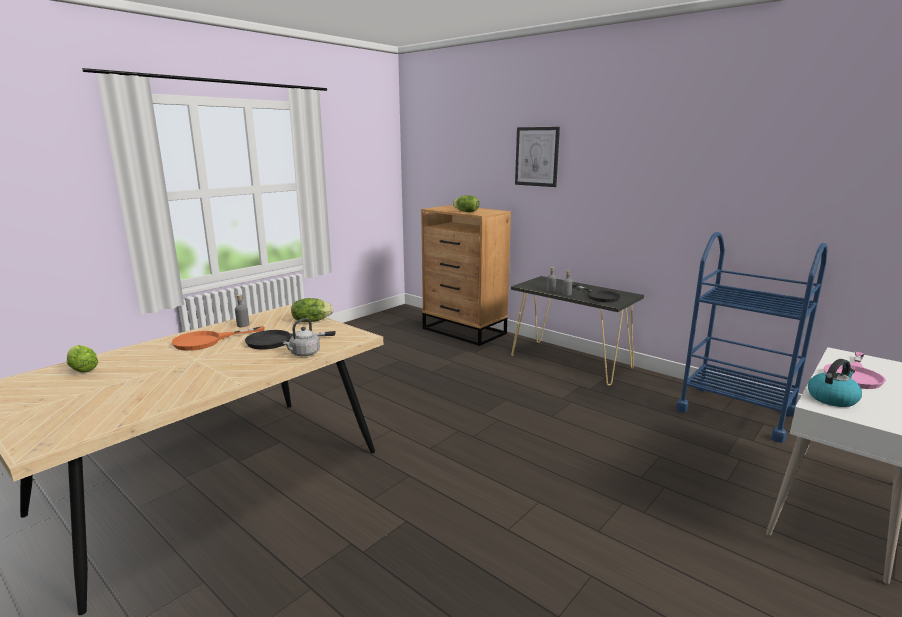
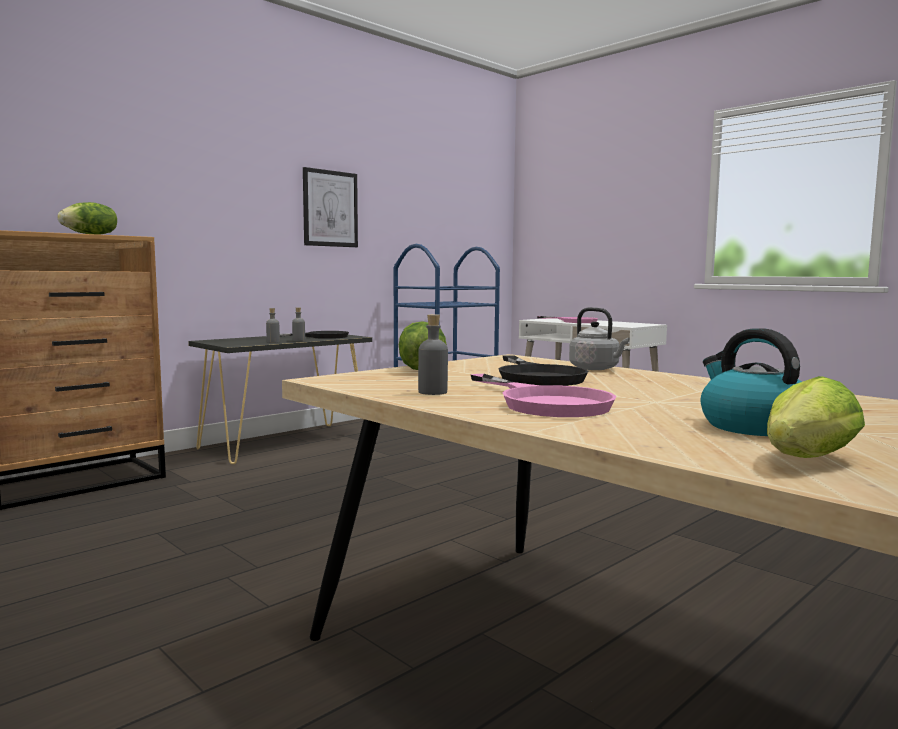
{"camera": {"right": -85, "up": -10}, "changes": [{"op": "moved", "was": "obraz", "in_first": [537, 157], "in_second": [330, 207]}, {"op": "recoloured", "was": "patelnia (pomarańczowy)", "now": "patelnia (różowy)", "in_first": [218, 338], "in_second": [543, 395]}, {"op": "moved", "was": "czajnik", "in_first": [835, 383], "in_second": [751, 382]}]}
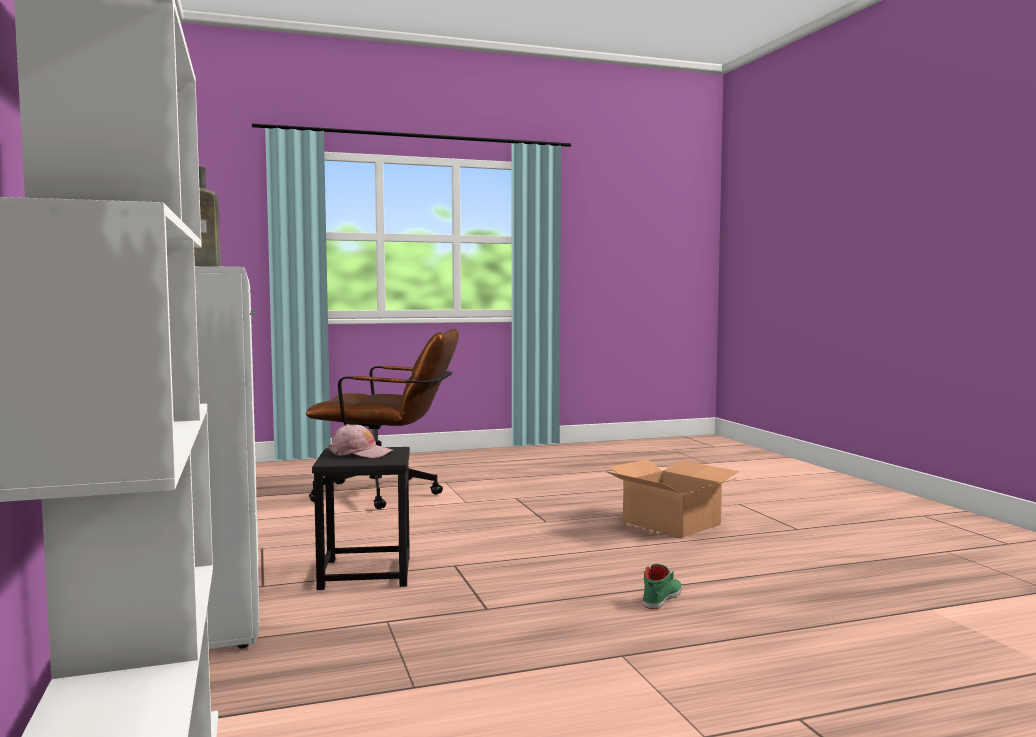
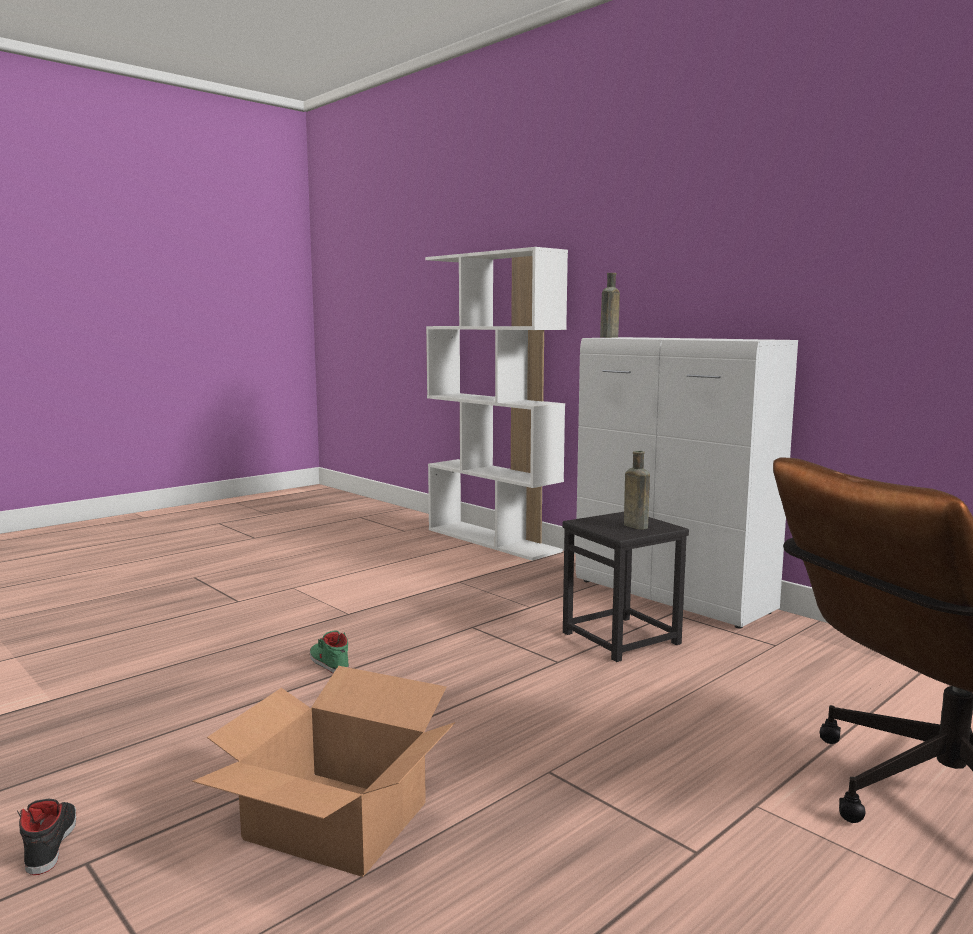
{"camera": {"right": 155, "up": 5}, "changes": [{"op": "added", "now": "but (czarny)", "in_second": [46, 837]}, {"op": "turned", "was": "but (zielony)", "in_first": [662, 586], "in_second": [329, 651], "clockwise": 135}, {"op": "replaced", "was": "czapka z daszkiem (różowy)", "now": "butelka (brązowy)", "in_first": [361, 441], "in_second": [637, 490]}]}
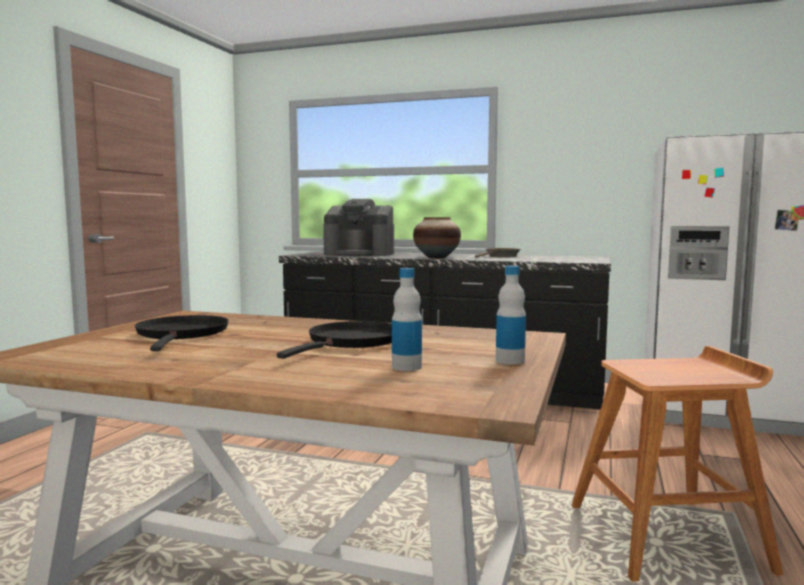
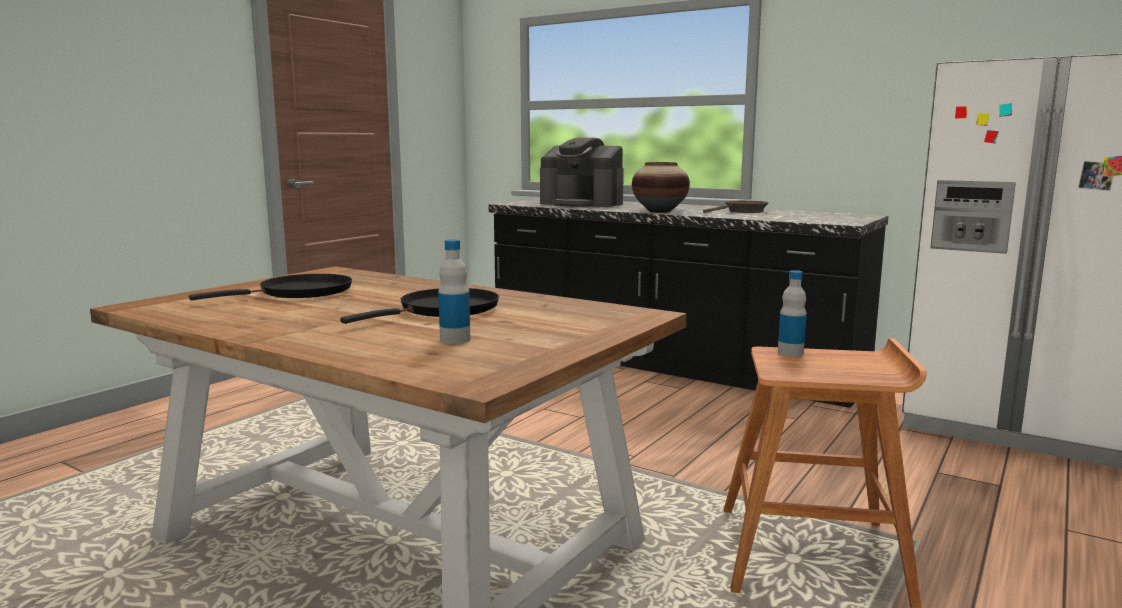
{"camera": {"right": 15, "up": 5}, "changes": [{"op": "turned", "was": "patelnia (czarny)", "in_first": [182, 333], "in_second": [270, 287], "clockwise": 45}, {"op": "moved", "was": "butelka", "in_first": [511, 315], "in_second": [792, 313]}]}
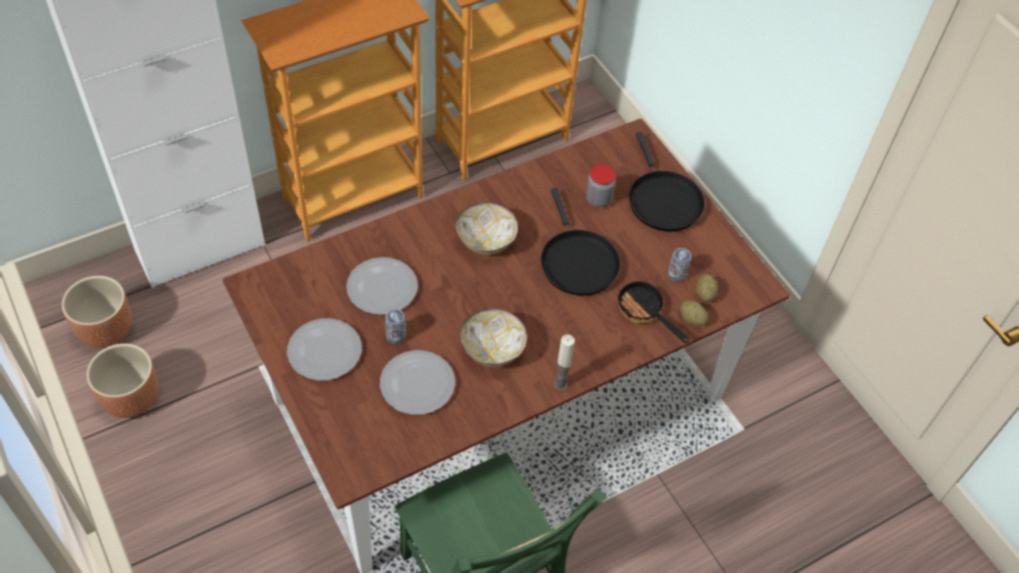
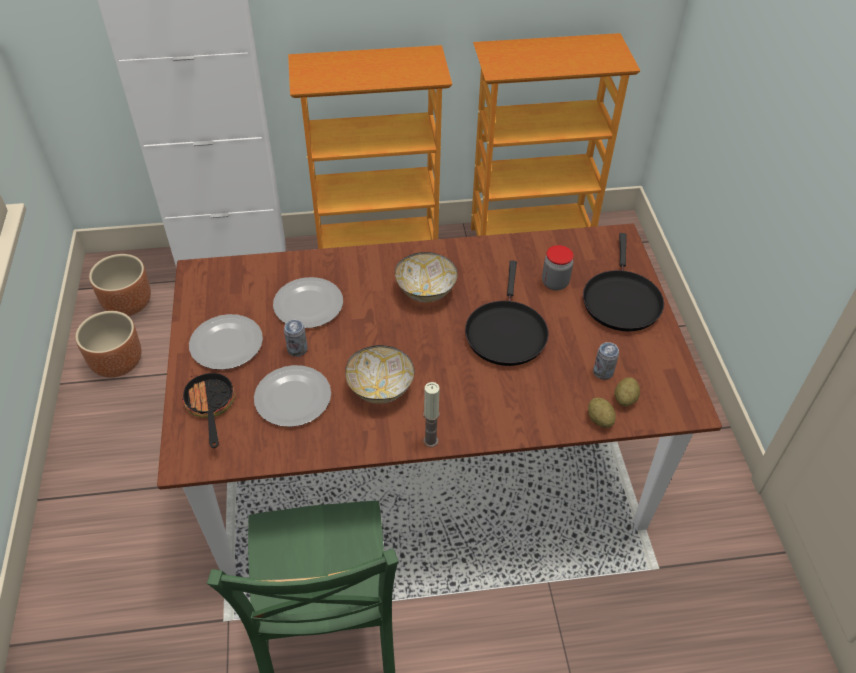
{"camera": {"right": 25, "up": -5}, "changes": [{"op": "moved", "was": "patelnia", "in_first": [653, 311], "in_second": [208, 410]}]}
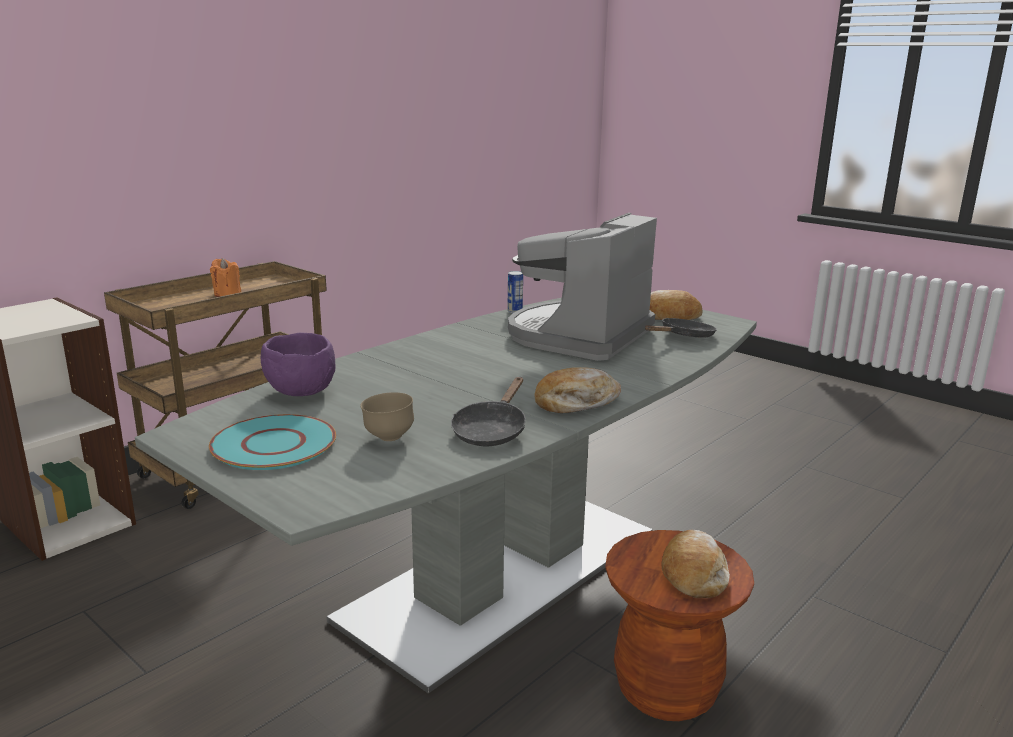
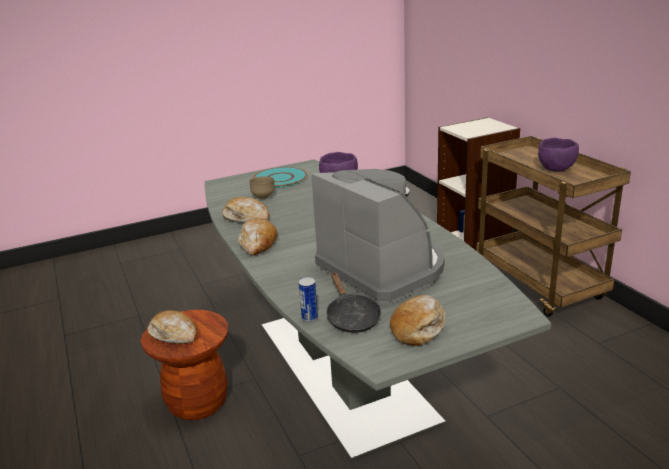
{"camera": {"right": 115, "up": 5}, "changes": [{"op": "replaced", "was": "patelnia (czarny)", "now": "chleb", "in_first": [488, 411], "in_second": [246, 210]}, {"op": "moved", "was": "puszka", "in_first": [515, 292], "in_second": [308, 300]}, {"op": "replaced", "was": "świeca (pomarańczowy)", "now": "miska (fioletowy)", "in_first": [225, 277], "in_second": [558, 154]}]}
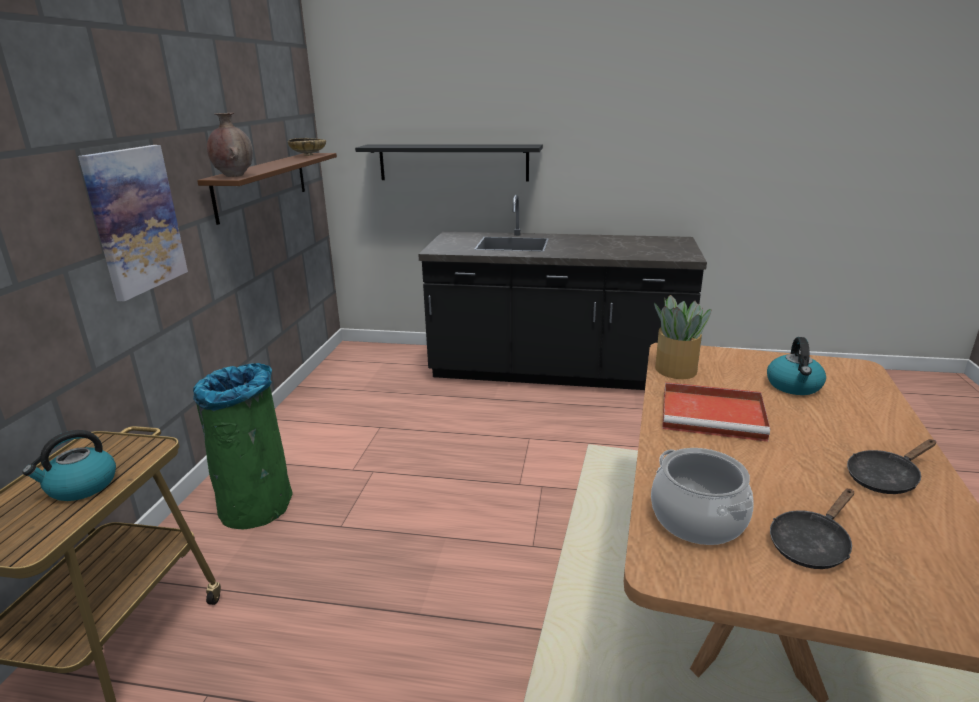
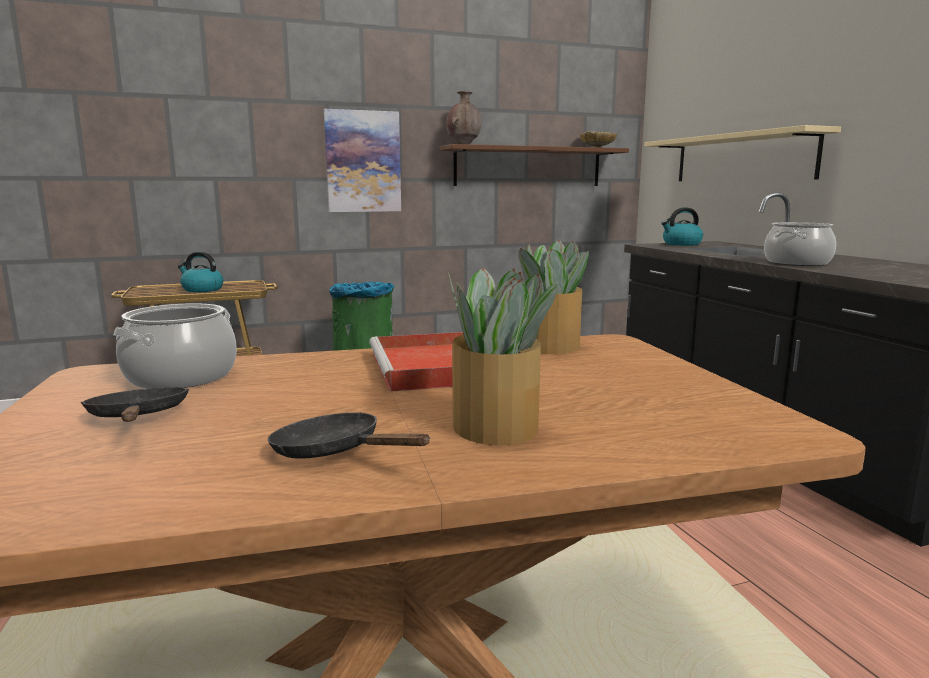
{"camera": {"right": 60, "up": -10}, "changes": [{"op": "turned", "was": "patelnia (czarny)", "in_first": [812, 529], "in_second": [135, 404], "clockwise": 45}, {"op": "added", "now": "roślina doniczkowa", "in_second": [503, 356]}, {"op": "recoloured", "was": "półka (czarny)", "now": "półka (beżowy)", "in_first": [449, 162], "in_second": [742, 153]}, {"op": "moved", "was": "czajnik", "in_first": [796, 366], "in_second": [682, 226]}, {"op": "added", "now": "garnek", "in_second": [800, 244]}]}
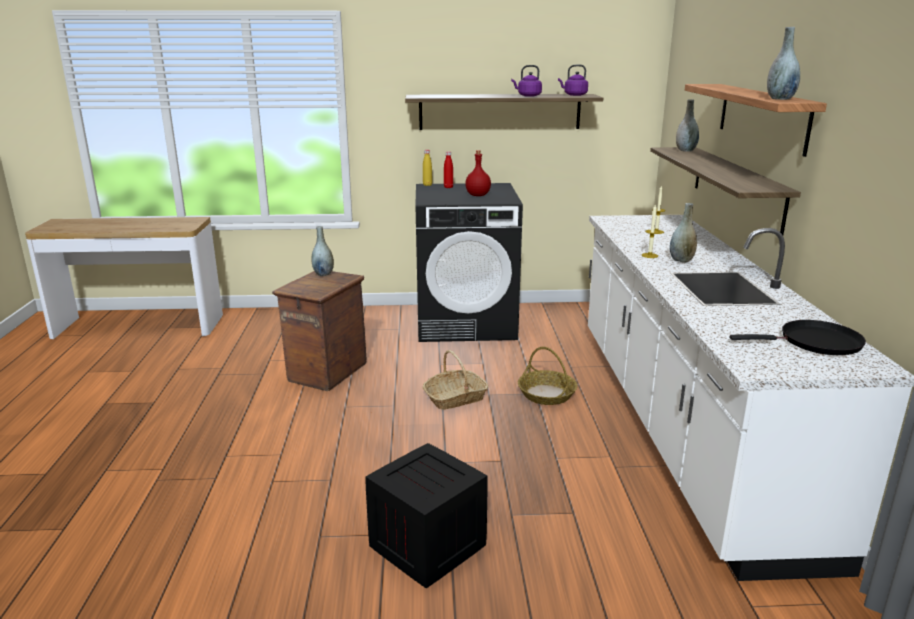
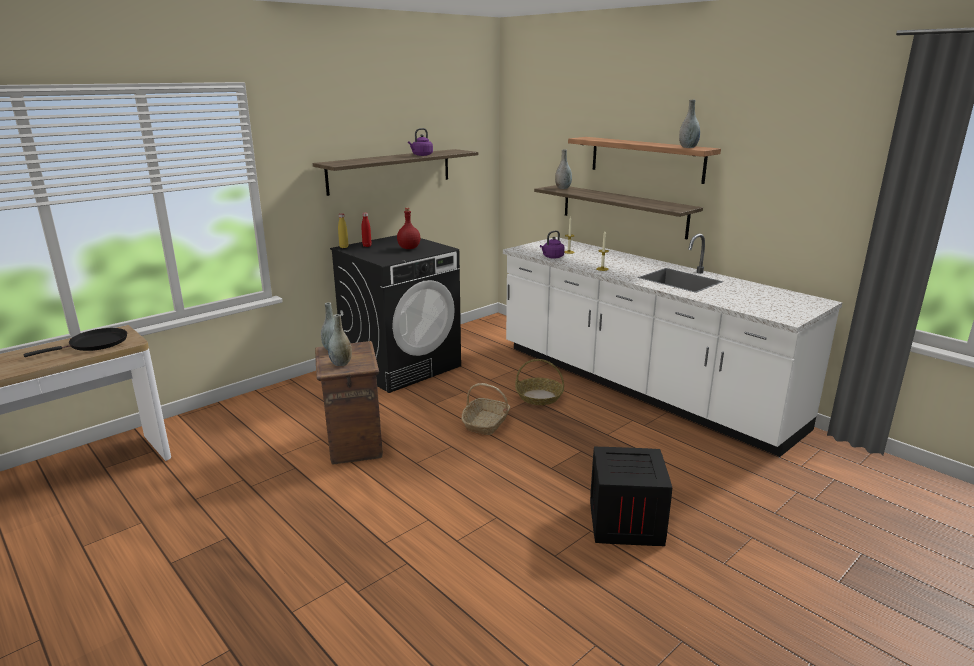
{"camera": {"right": -40, "up": 0}, "changes": [{"op": "moved", "was": "patelnia (czarny)", "in_first": [797, 337], "in_second": [75, 342]}, {"op": "moved", "was": "wazon (szary)", "in_first": [683, 233], "in_second": [340, 340]}, {"op": "moved", "was": "czajnik (fioletowy)", "in_first": [573, 80], "in_second": [552, 244]}]}
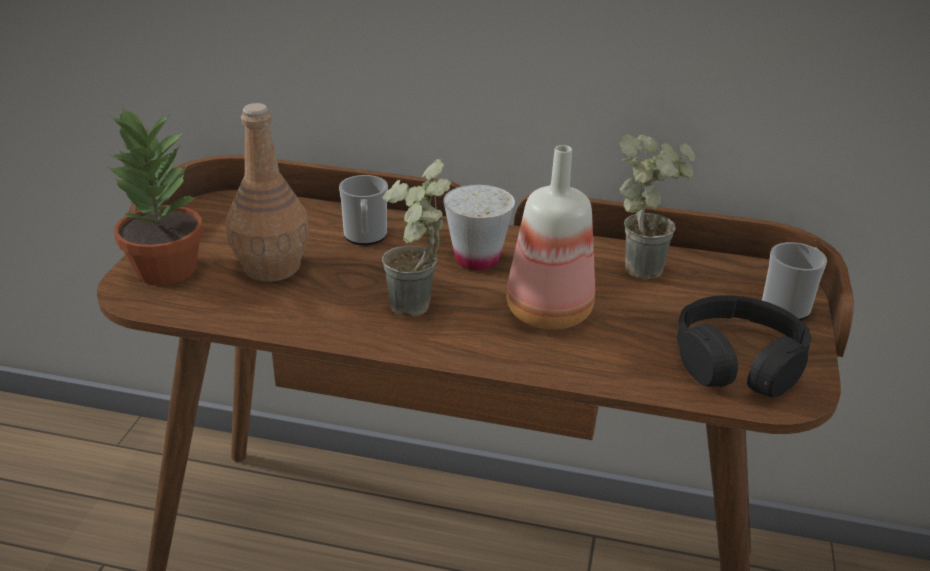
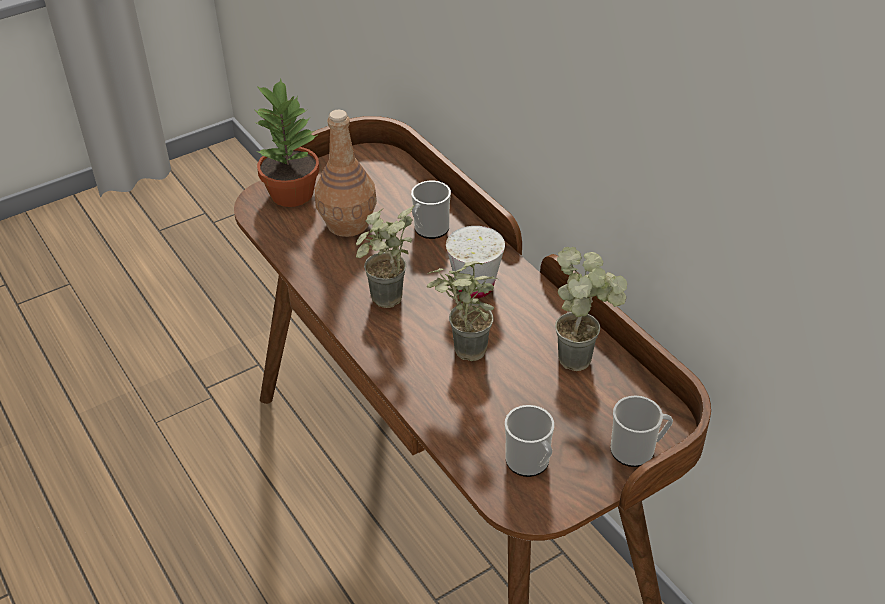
{"camera": {"right": 45, "up": 10}, "changes": [{"op": "replaced", "was": "butelka", "now": "roślina doniczkowa", "in_first": [550, 237], "in_second": [462, 311]}, {"op": "replaced", "was": "słuchawki (czarny)", "now": "kubek", "in_first": [744, 346], "in_second": [529, 441]}]}
